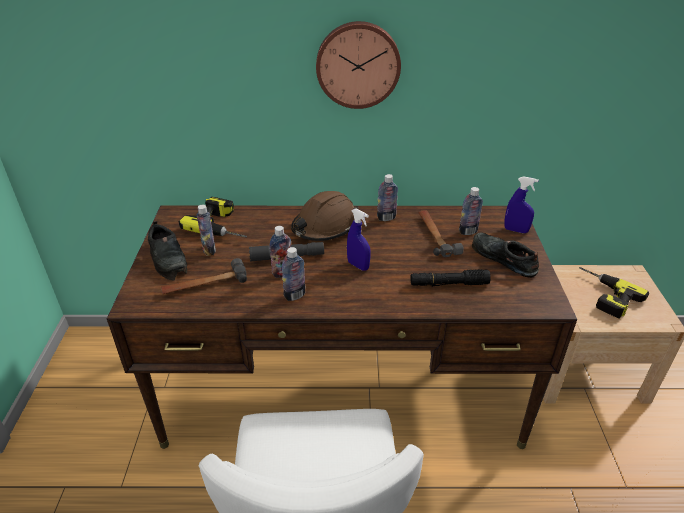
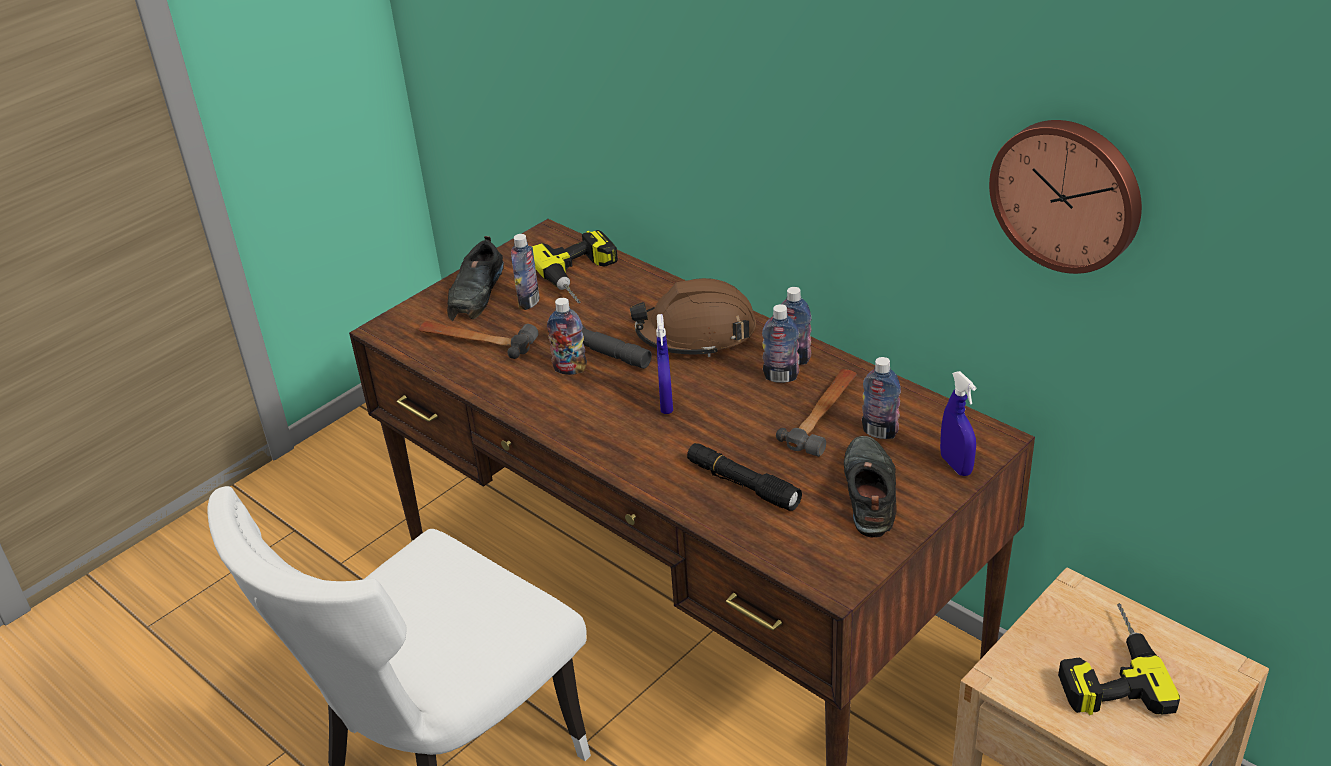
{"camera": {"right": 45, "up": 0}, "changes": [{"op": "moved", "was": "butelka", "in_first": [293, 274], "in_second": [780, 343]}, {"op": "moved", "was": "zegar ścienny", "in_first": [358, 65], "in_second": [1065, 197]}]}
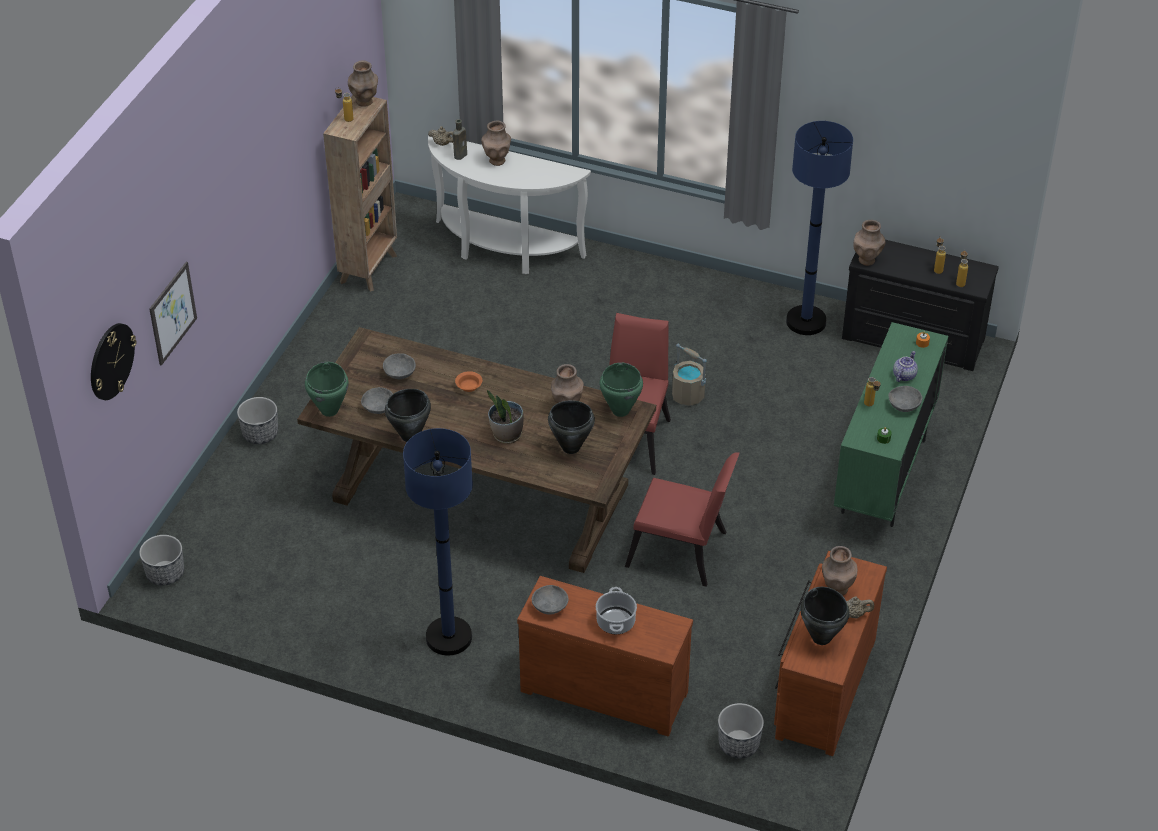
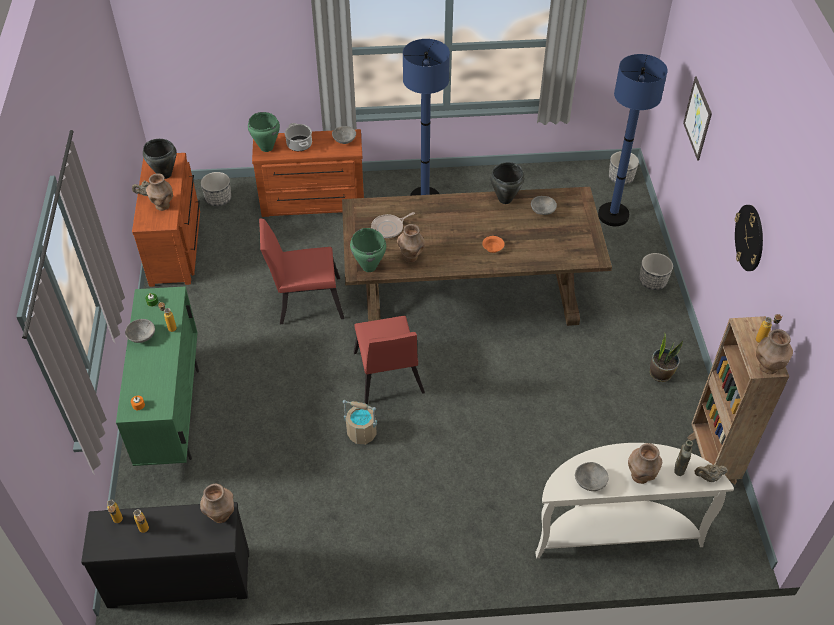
{"camera": {"right": 155, "up": 5}, "changes": [{"op": "moved", "was": "garnek (zielony)", "in_first": [327, 389], "in_second": [264, 132]}, {"op": "replaced", "was": "garnek (czarny)", "now": "patelnia", "in_first": [571, 427], "in_second": [393, 225]}, {"op": "moved", "was": "miska (szary)", "in_first": [399, 366], "in_second": [592, 476]}, {"op": "moved", "was": "lampa stojąca (niebieski)", "in_first": [819, 228], "in_second": [633, 140]}, {"op": "moved", "was": "roślina doniczkowa", "in_first": [505, 417], "in_second": [666, 358]}, {"op": "moved", "was": "zegar ścienny", "in_first": [114, 361], "in_second": [749, 238]}, {"op": "removed", "was": "imbryk", "in_first": [905, 366]}]}
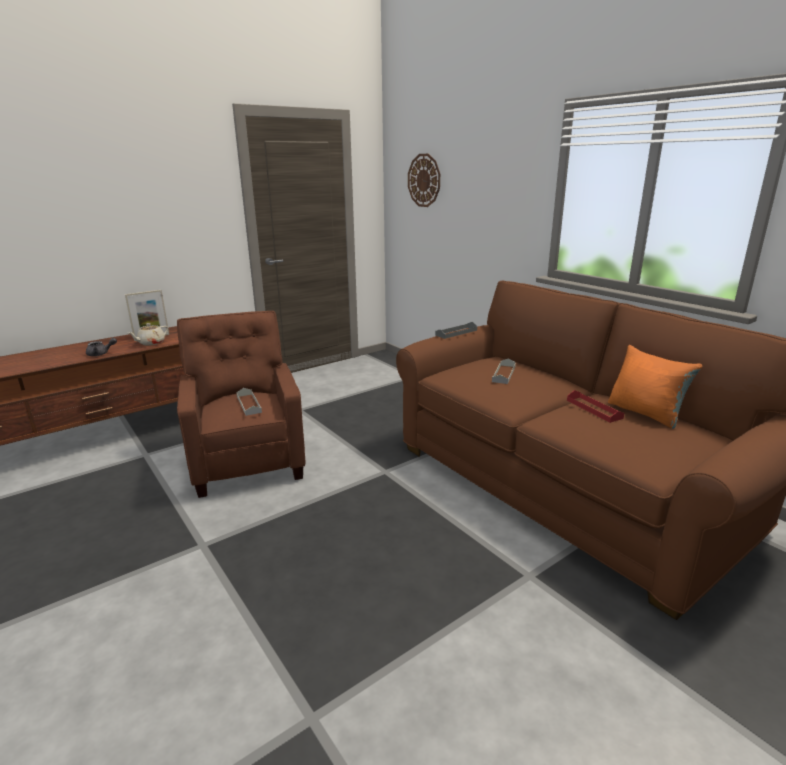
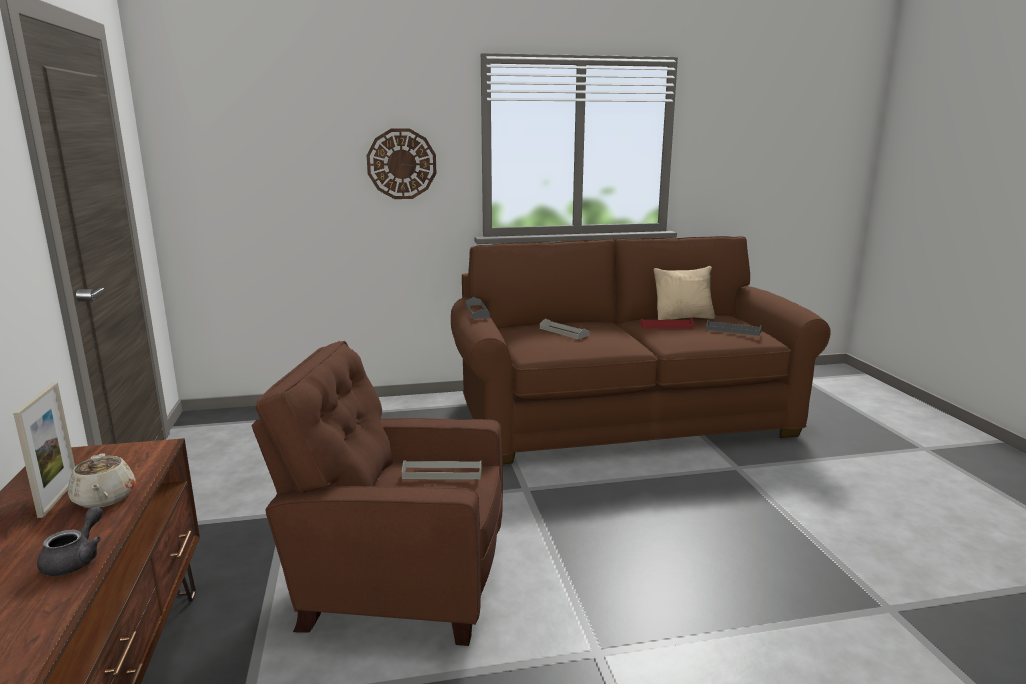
{"camera": {"right": -65, "up": -5}, "changes": [{"op": "moved", "was": "zegar ścienny", "in_first": [424, 180], "in_second": [401, 164]}, {"op": "recoloured", "was": "poduszka (pomarańczowy)", "now": "poduszka (beżowy)", "in_first": [655, 387], "in_second": [684, 293]}, {"op": "added", "now": "taca (szary)", "in_second": [734, 327]}]}
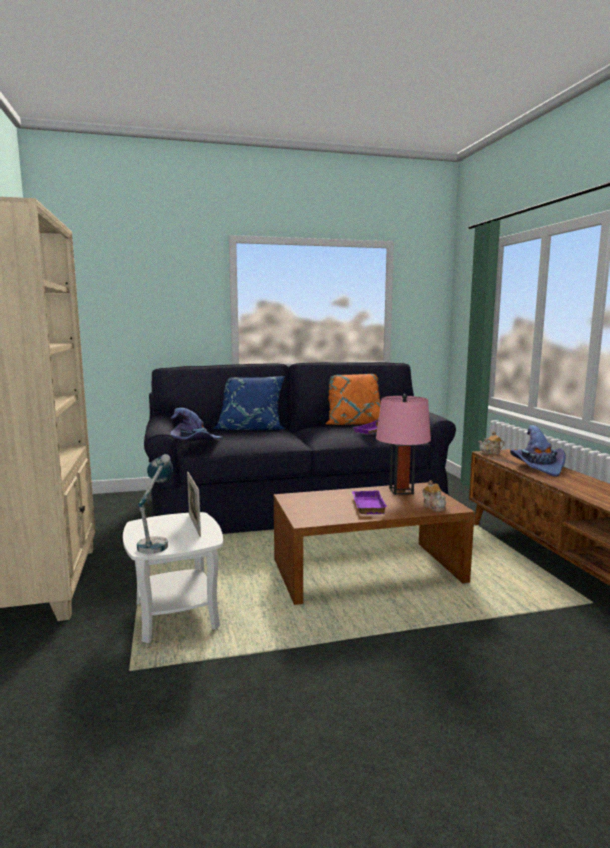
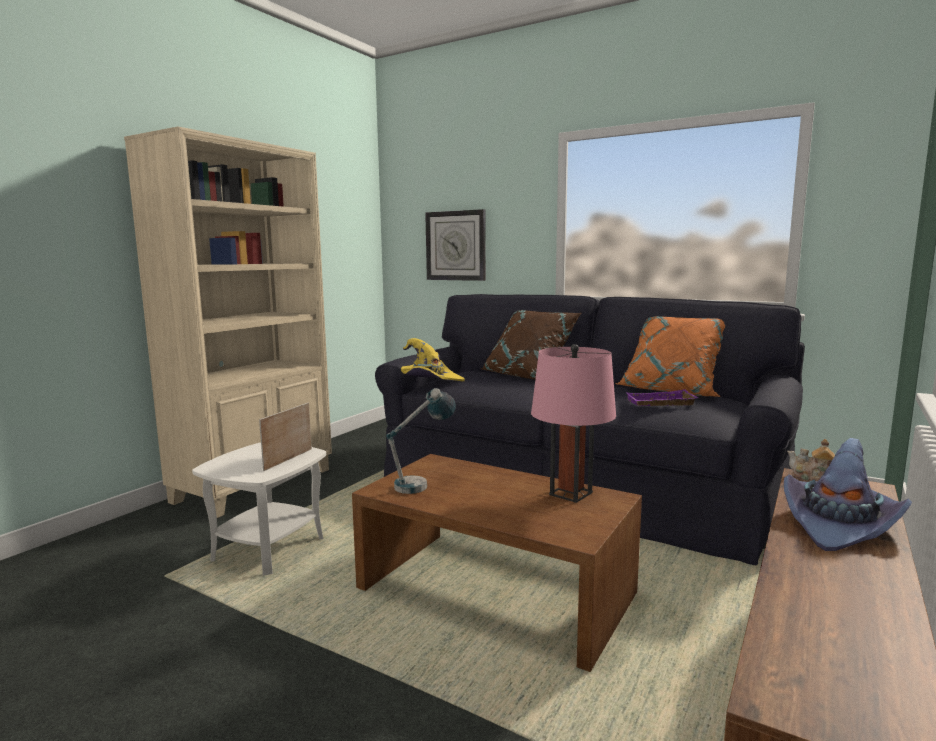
{"camera": {"right": 45, "up": 0}, "changes": [{"op": "moved", "was": "lampa stołowa", "in_first": [155, 504], "in_second": [421, 441]}, {"op": "recoloured", "was": "kapelusz (fioletowy)", "now": "kapelusz (żółty)", "in_first": [197, 424], "in_second": [433, 359]}, {"op": "added", "now": "zegar ścienny", "in_second": [455, 245]}, {"op": "recoloured", "was": "poduszka (niebieski)", "now": "poduszka (brązowy)", "in_first": [248, 403], "in_second": [531, 345]}, {"op": "removed", "was": "taca (fioletowy)", "in_first": [370, 502]}, {"op": "removed", "was": "imbryk", "in_first": [434, 496]}]}
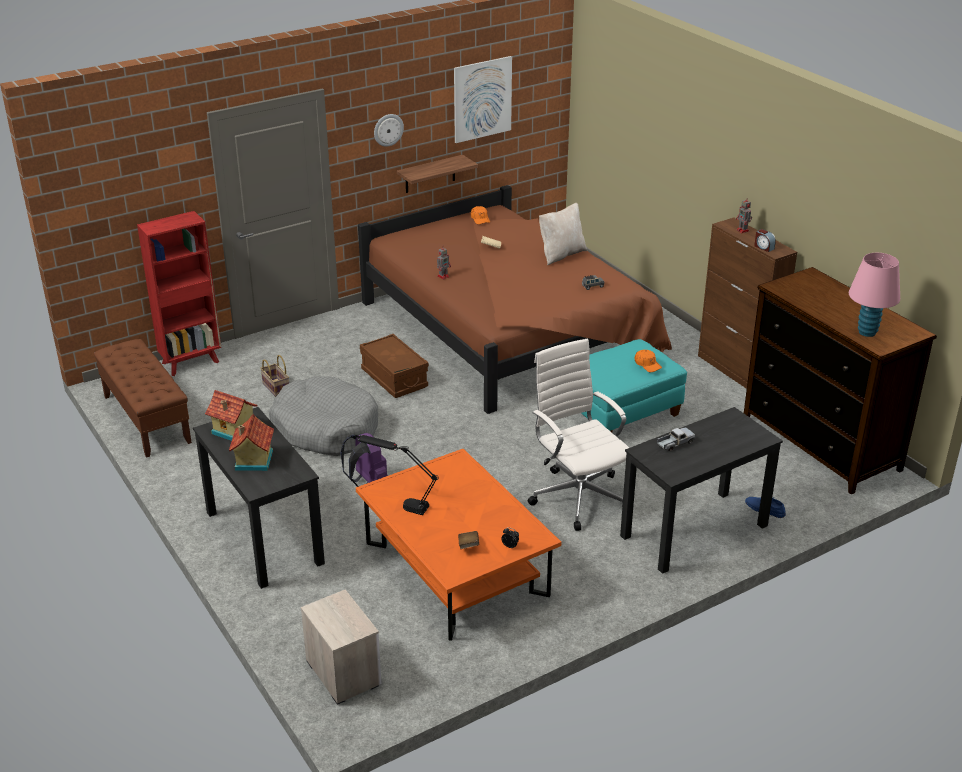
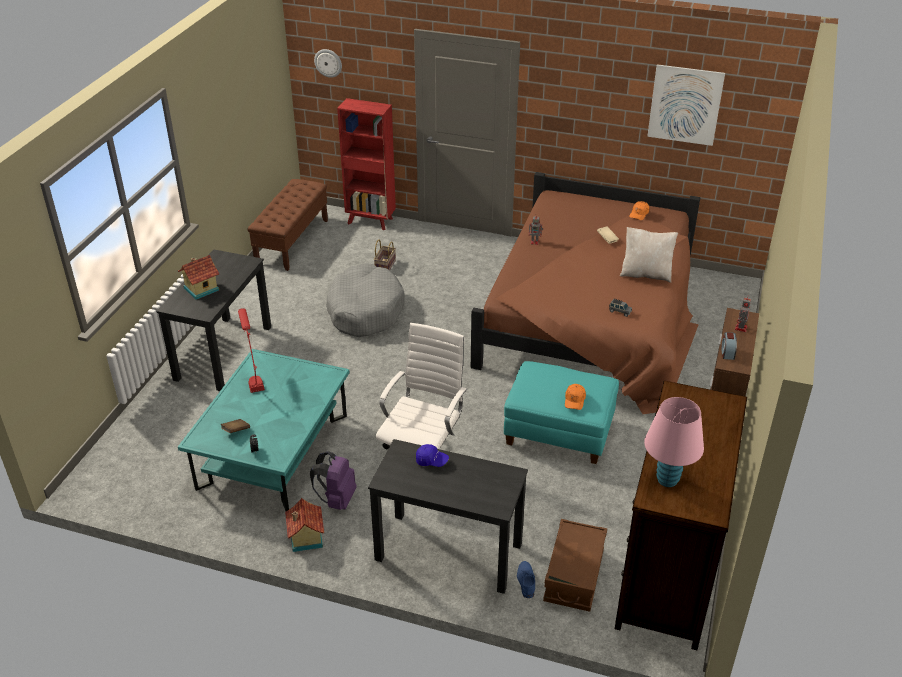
{"camera": {"right": 50, "up": 5}, "changes": [{"op": "recoloured", "was": "ława (pomarańczowy)", "now": "ława (turkusowy)", "in_first": [458, 545], "in_second": [264, 430]}, {"op": "recoloured", "was": "lampa stołowa (czarny)", "now": "lampa stołowa (czerwony)", "in_first": [398, 475], "in_second": [251, 350]}, {"op": "moved", "was": "domek", "in_first": [231, 415], "in_second": [304, 525]}, {"op": "moved", "was": "plecak (fioletowy)", "in_first": [364, 460], "in_second": [333, 480]}, {"op": "moved", "was": "zegar ścienny", "in_first": [389, 130], "in_second": [328, 63]}, {"op": "replaced", "was": "ciężarówka zabawkowa", "now": "czapka z daszkiem (niebieski)", "in_first": [676, 439], "in_second": [432, 455]}, {"op": "moved", "was": "pojemnik do przechowywania (brązowy)", "in_first": [394, 366], "in_second": [575, 565]}, {"op": "removed", "was": "szafka nocna", "in_first": [341, 647]}, {"op": "removed", "was": "półka", "in_first": [437, 174]}]}
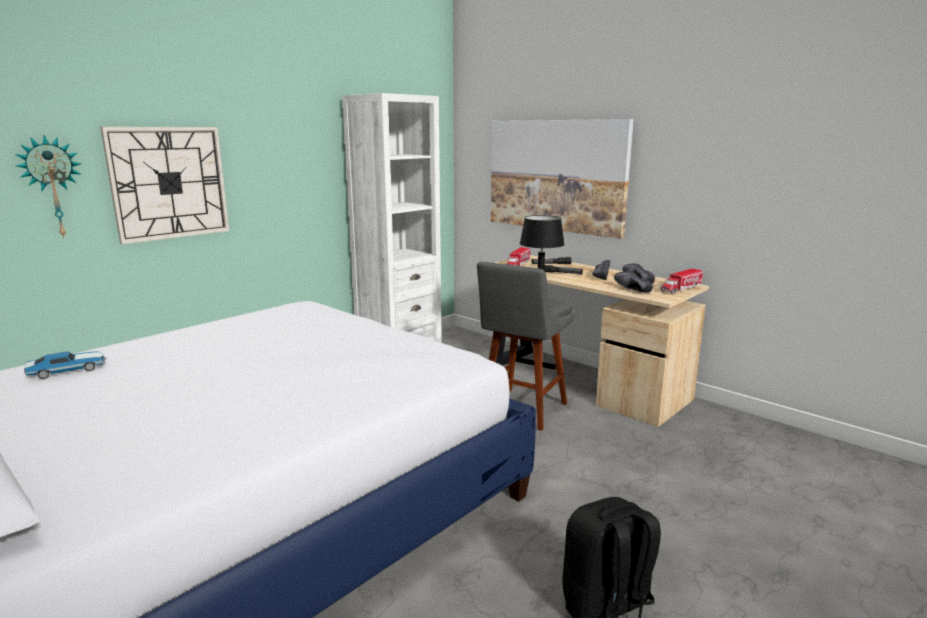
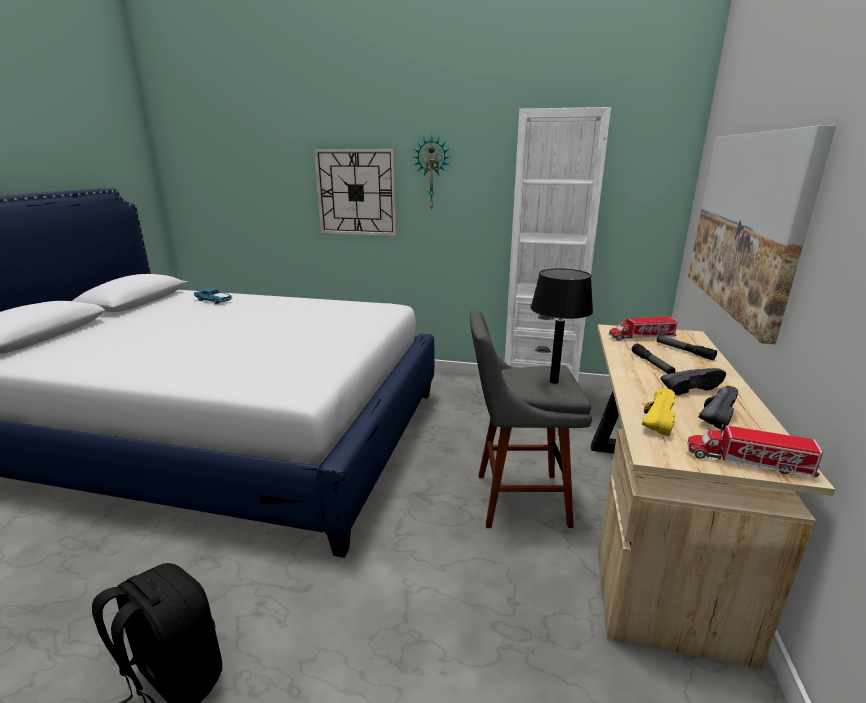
{"camera": {"right": 60, "up": 5}, "changes": [{"op": "moved", "was": "zegar ścienny", "in_first": [48, 186], "in_second": [431, 173]}, {"op": "recoloured", "was": "but (czarny)", "now": "but (żółty)", "in_first": [633, 282], "in_second": [659, 412]}]}
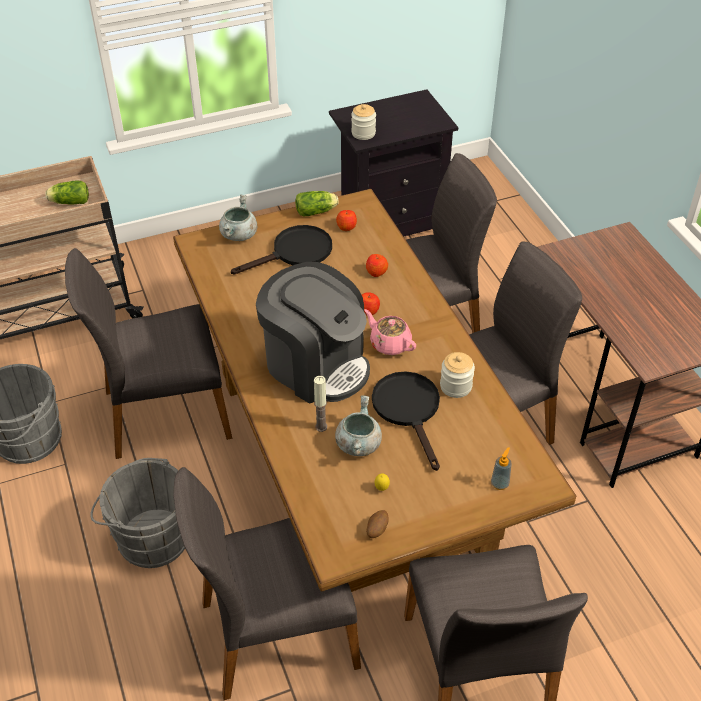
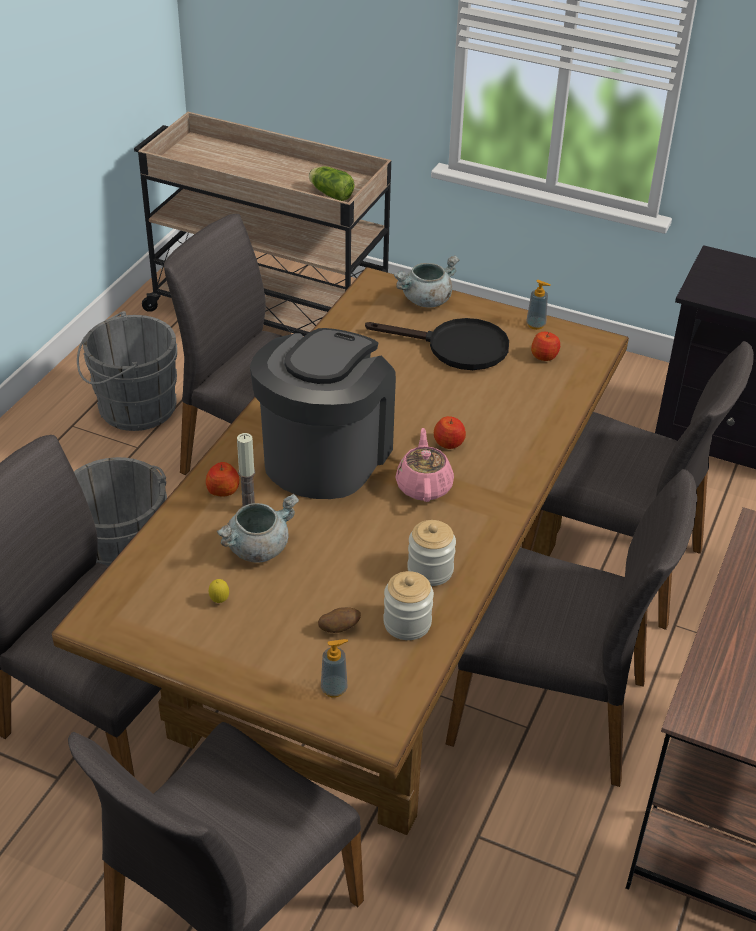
{"camera": {"right": 45, "up": -5}, "changes": [{"op": "moved", "was": "jabłko", "in_first": [377, 265], "in_second": [222, 479]}, {"op": "turned", "was": "ekspres do kawy", "in_first": [313, 333], "in_second": [323, 413], "clockwise": -150}, {"op": "moved", "was": "ziemniak", "in_first": [377, 524], "in_second": [339, 620]}, {"op": "moved", "was": "słoik", "in_first": [363, 122], "in_second": [408, 605]}, {"op": "replaced", "was": "sałata", "now": "dozownik mydła", "in_first": [317, 203], "in_second": [538, 305]}, {"op": "removed", "was": "patelnia (czarny)", "in_first": [406, 421]}]}
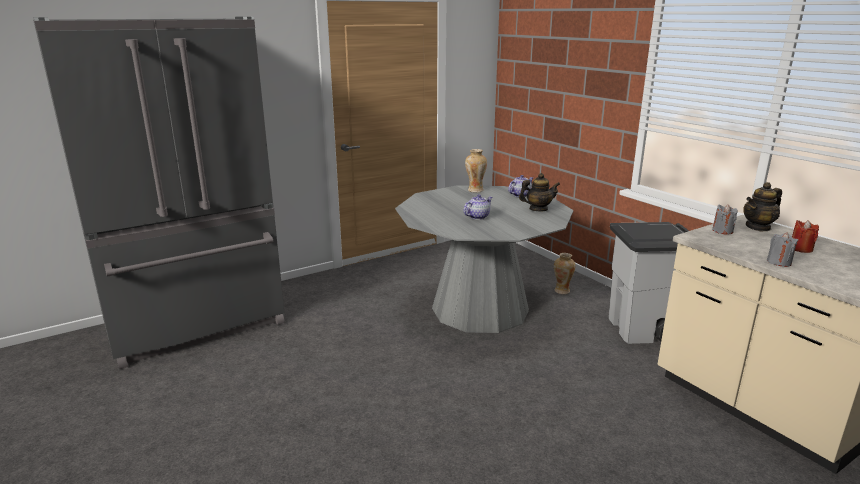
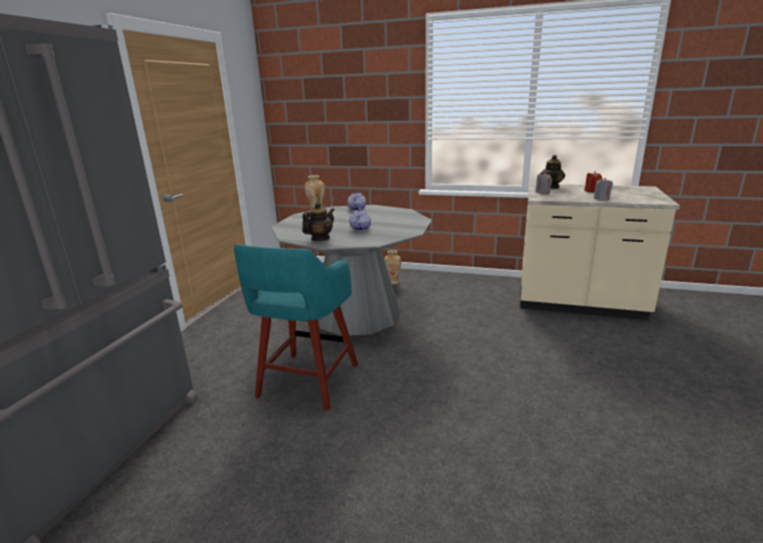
{"camera": {"right": -40, "up": 0}, "changes": [{"op": "added", "now": "stołek (turkusowy)", "in_second": [296, 327]}, {"op": "moved", "was": "imbryk", "in_first": [539, 192], "in_second": [318, 221]}, {"op": "removed", "was": "kosz na śmieci (szary)", "in_first": [649, 283]}]}
